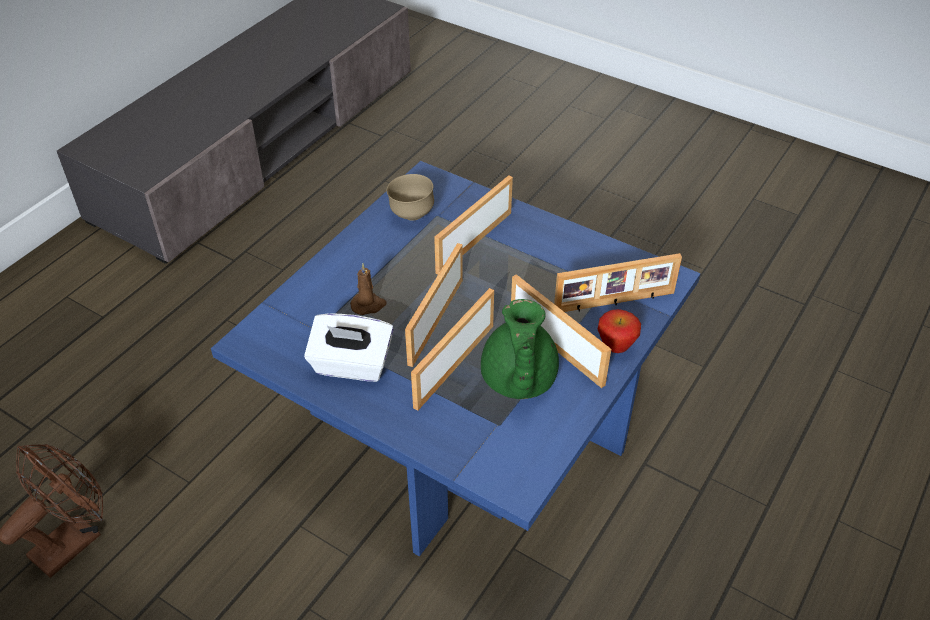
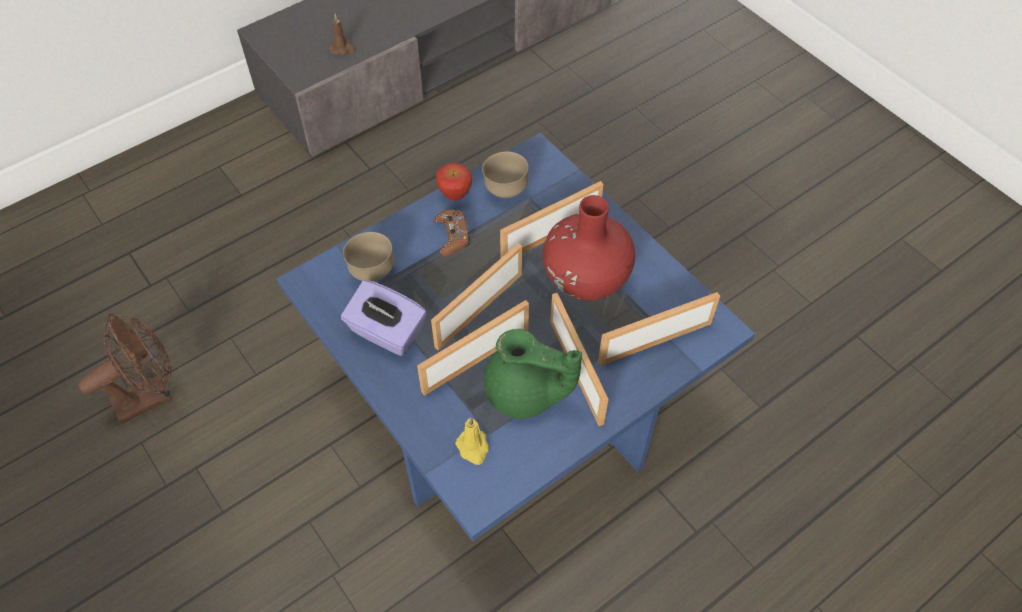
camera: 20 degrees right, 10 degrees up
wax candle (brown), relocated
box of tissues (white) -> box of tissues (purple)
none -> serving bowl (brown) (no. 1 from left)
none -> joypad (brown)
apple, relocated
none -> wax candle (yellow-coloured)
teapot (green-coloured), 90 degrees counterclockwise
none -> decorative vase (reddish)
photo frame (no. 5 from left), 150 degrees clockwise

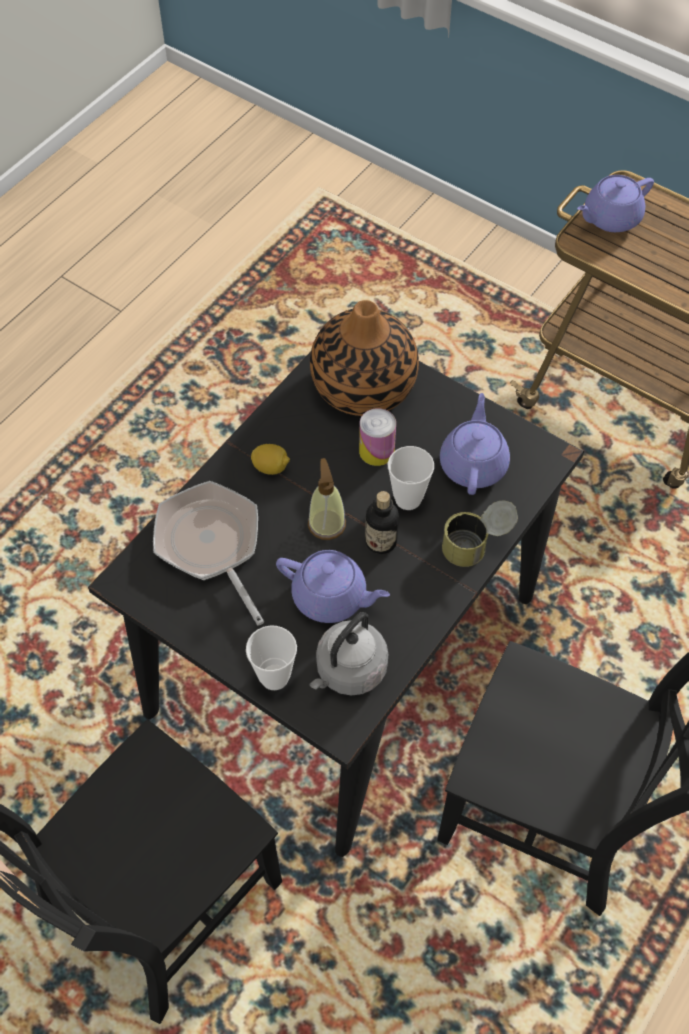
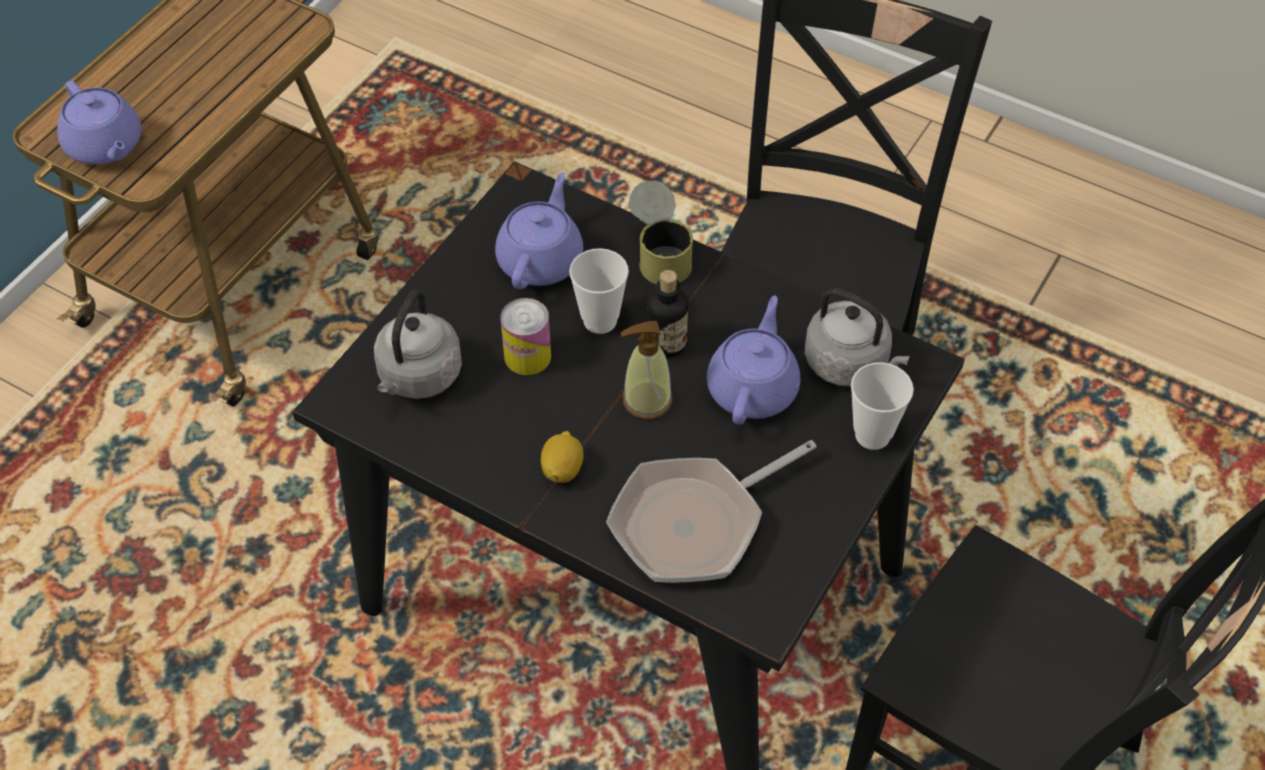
camera: 95 degrees left, 5 degrees down
decorative vase -> tea kettle (gray) (no. 1 from left)
teapot (purple) (no. 2 from left), 105 degrees clockwise

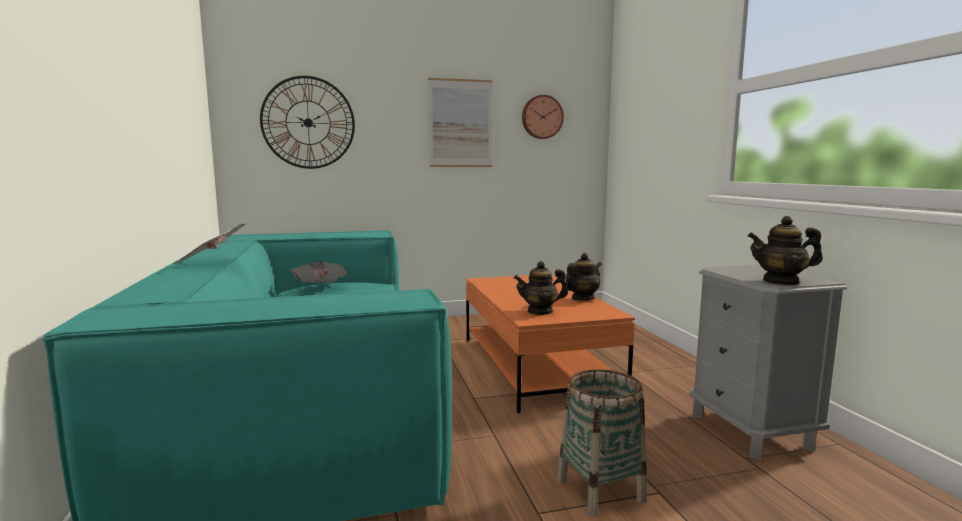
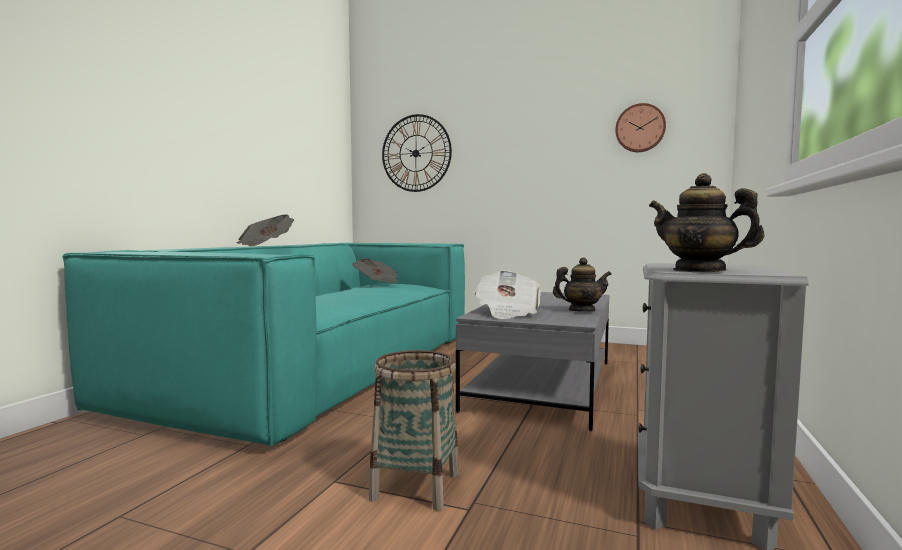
camera: 35 degrees right, 5 degrees down
low table (orange) -> low table (gray)
teapot (no. 1 from left) -> printed paper (no. 3 from left)
picture -> none

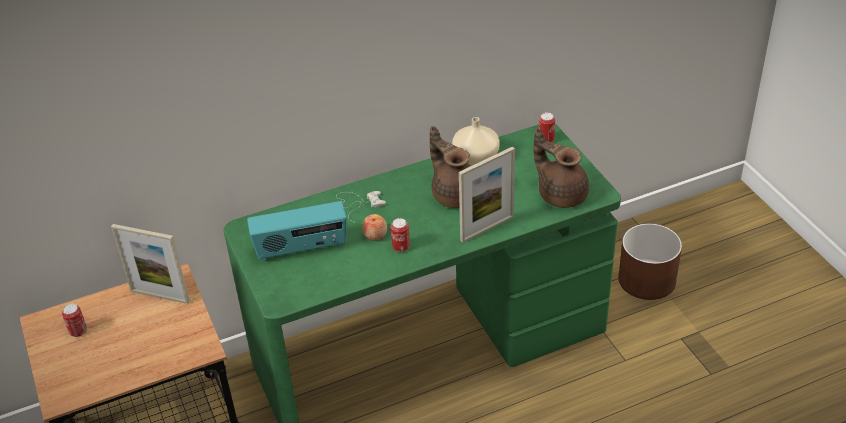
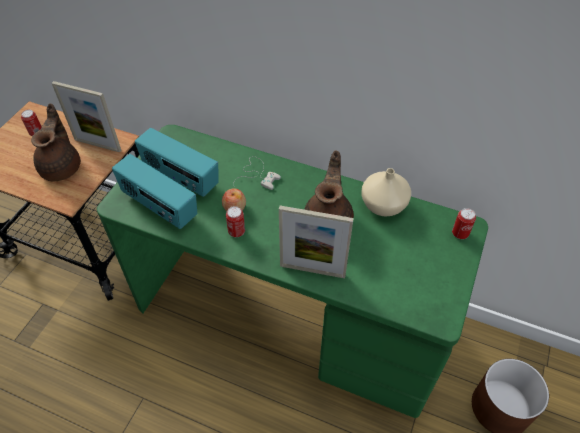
camera: 45 degrees right, 10 degrees up
teapot (brown) (no. 2 from left in the first image) -> teapot (brown) (no. 1 from left), relocated
photo frame (no. 1 from left), 45 degrees counterclockwise
none -> radio (no. 1 from left)

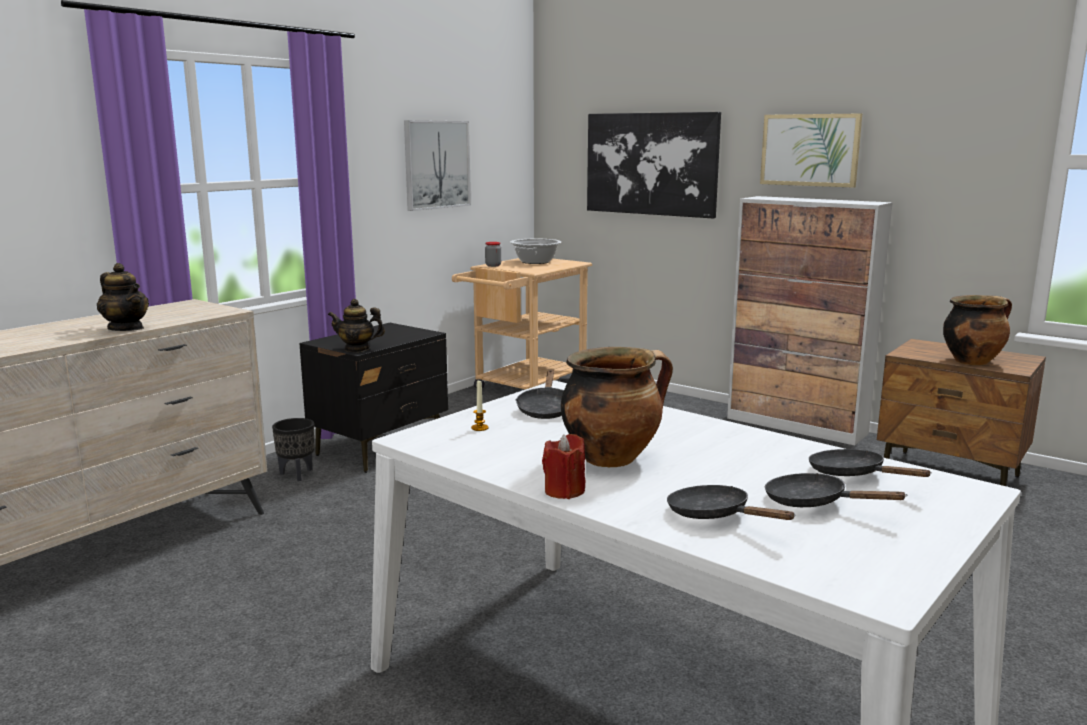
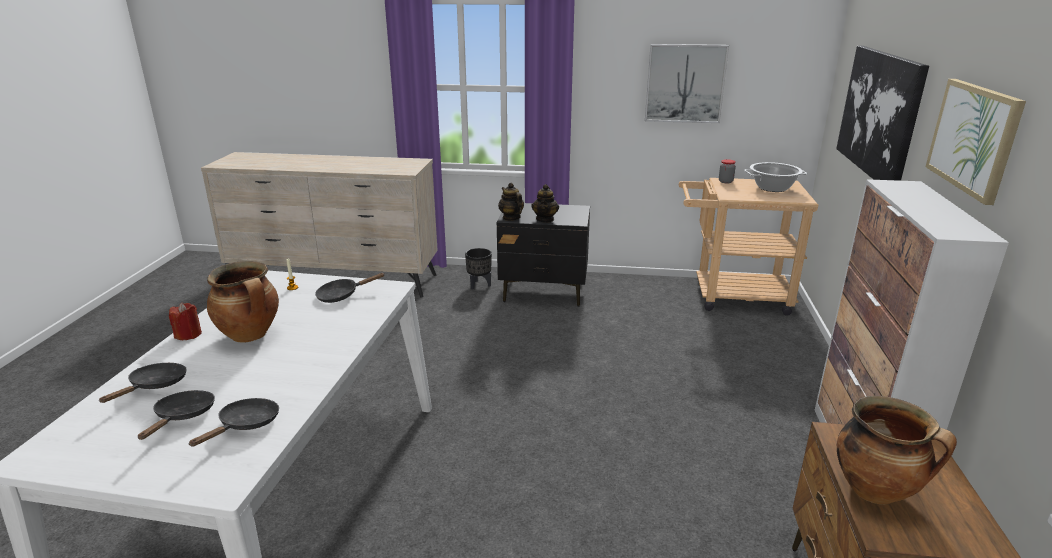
camera: 60 degrees right, 10 degrees up
teapot (no. 1 from left in the first image) -> teapot (no. 2 from left), relocated

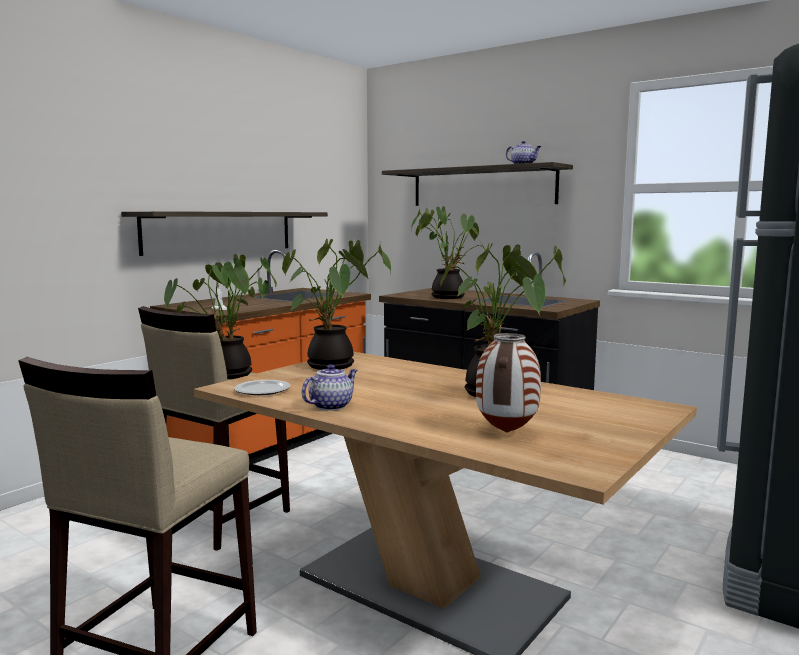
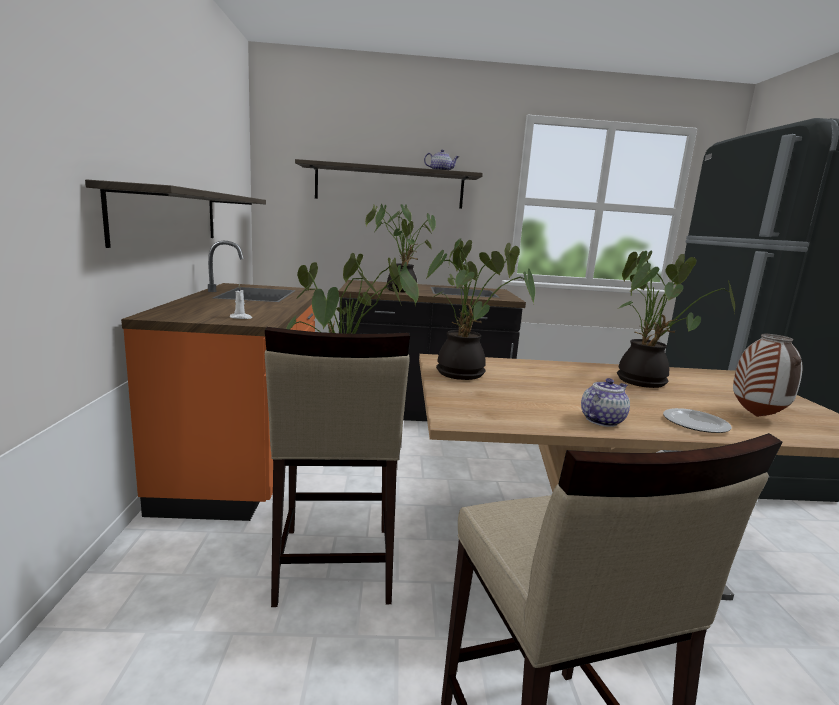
camera: 40 degrees left, 5 degrees up
teapot (no. 1 from left in the first image) -> teapot (no. 2 from left), 45 degrees clockwise
plate, relocated

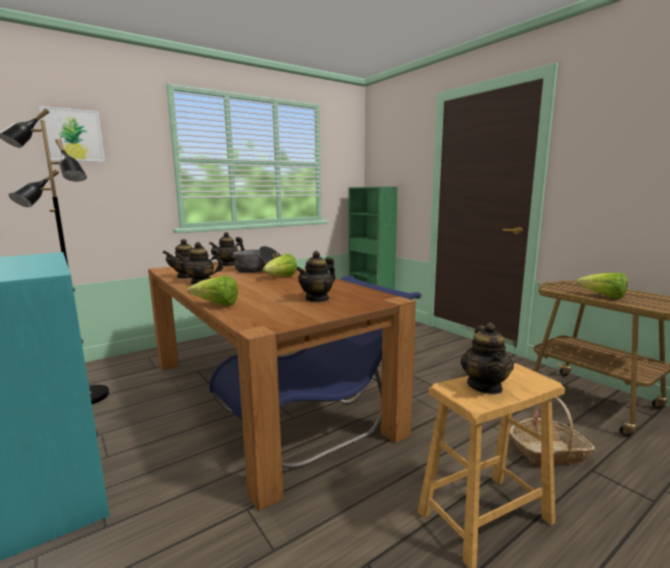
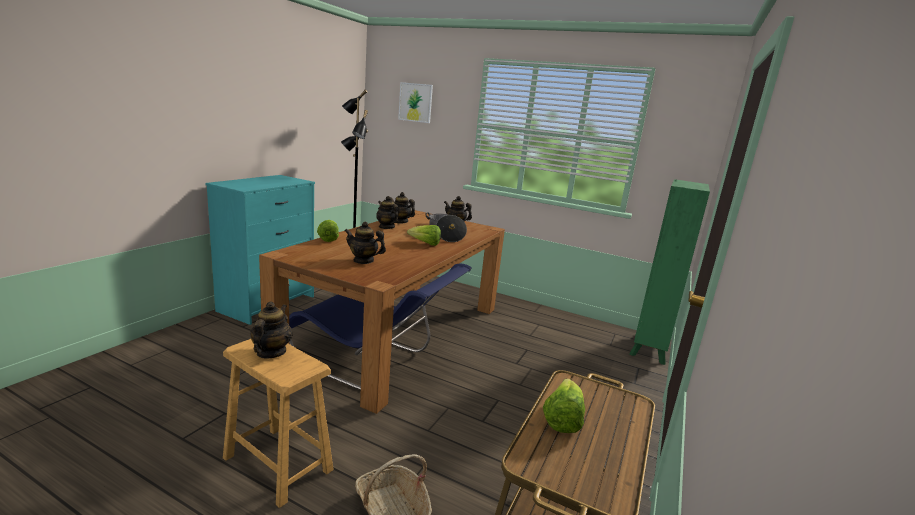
camera: 60 degrees right, 5 degrees up
teapot (no. 5 from left in the first image) -> teapot (no. 1 from left), 120 degrees clockwise

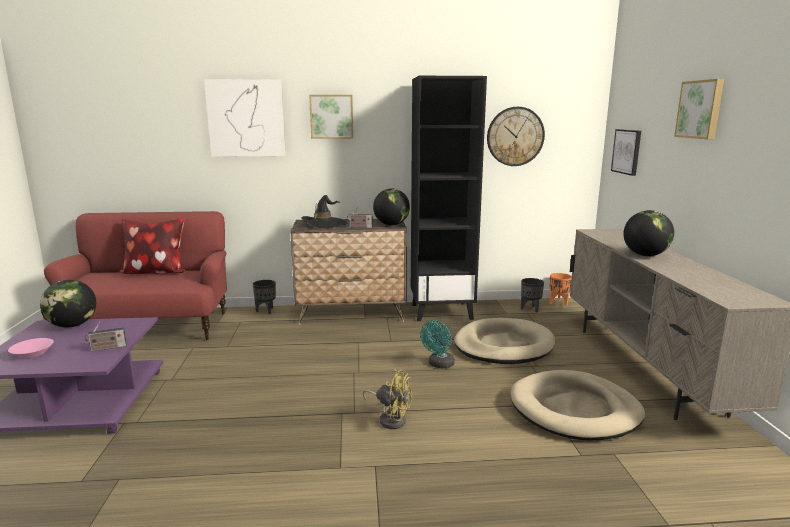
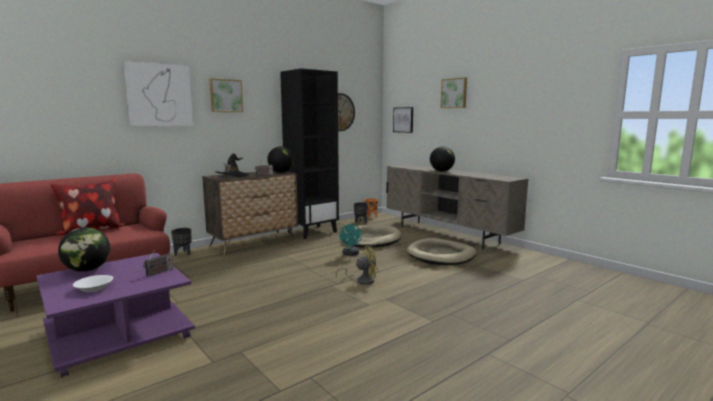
camera: 35 degrees left, 5 degrees down
serving bowl (pink) -> serving bowl (white)

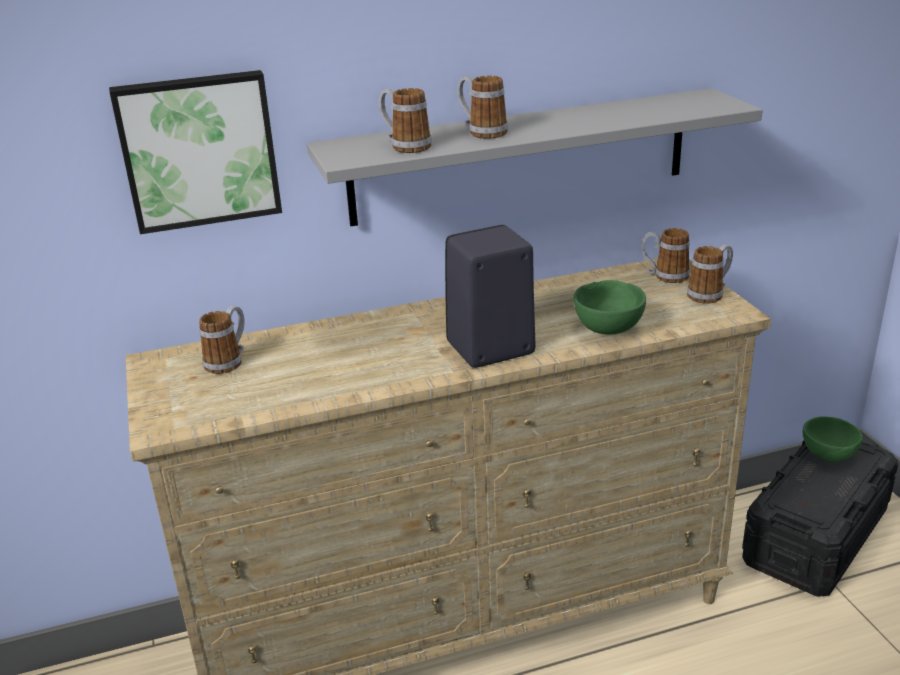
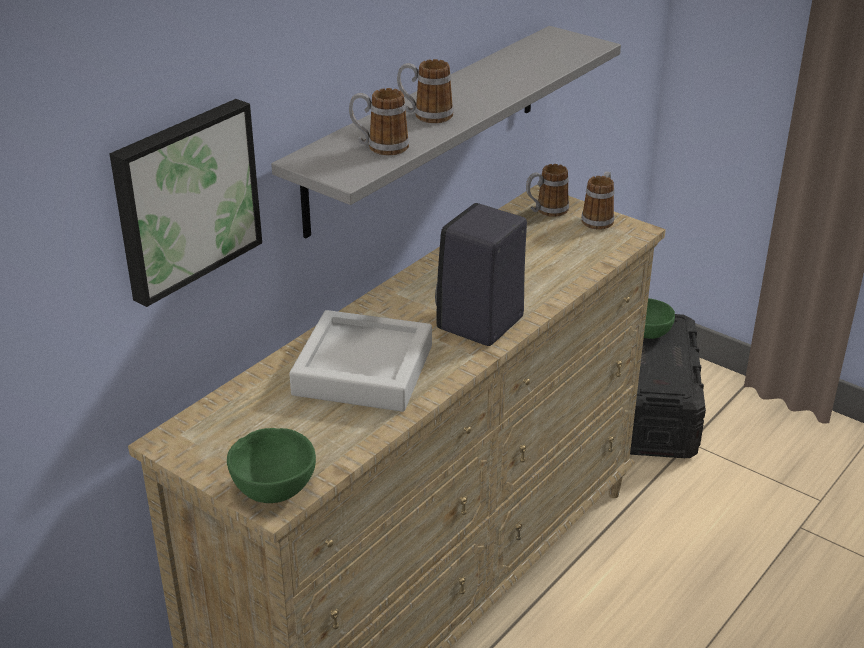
camera: 35 degrees left, 5 degrees up
serving bowl (green-coloured) (no. 1 from left), relocated
none -> carrying tray (gray)
tea mug (no. 1 from left) -> none

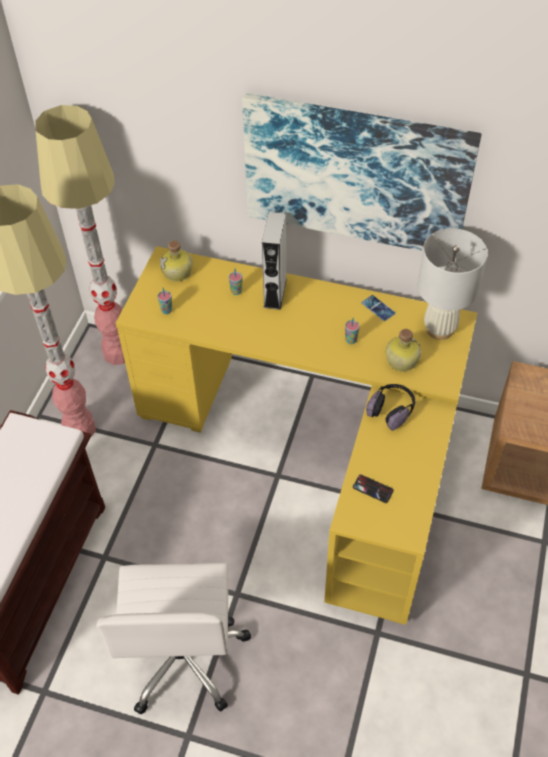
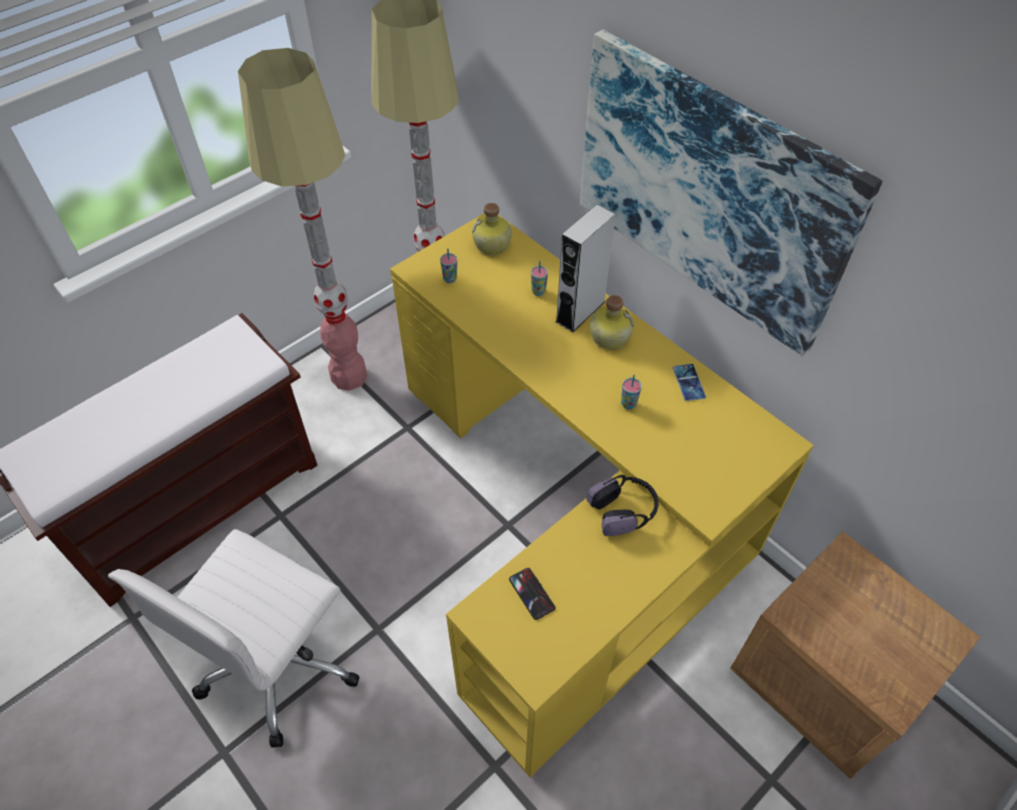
camera: 30 degrees right, 0 degrees up
beverage bottle (no. 2 from left), relocated
lamp for a table (white) -> none

